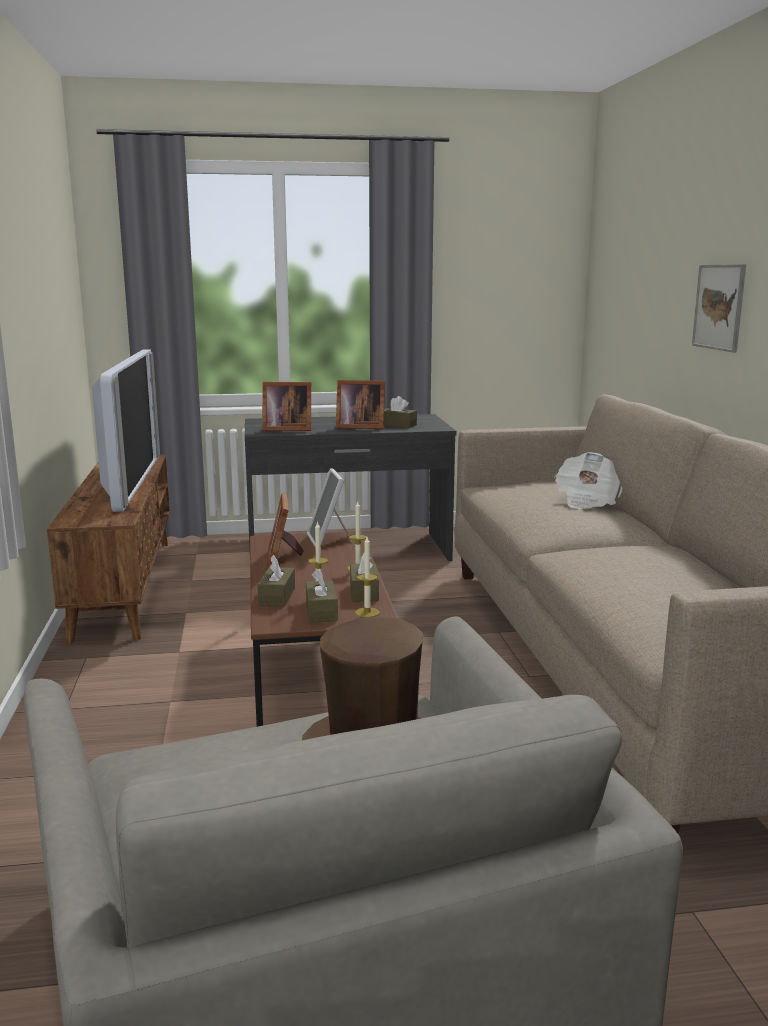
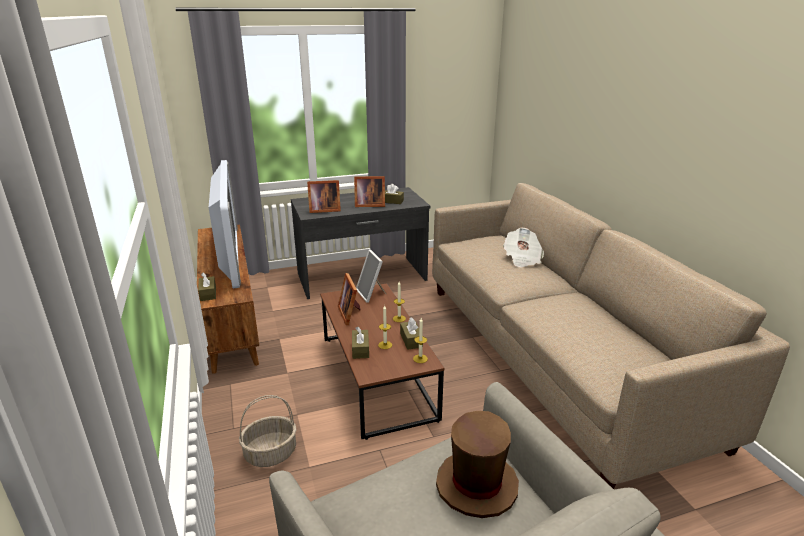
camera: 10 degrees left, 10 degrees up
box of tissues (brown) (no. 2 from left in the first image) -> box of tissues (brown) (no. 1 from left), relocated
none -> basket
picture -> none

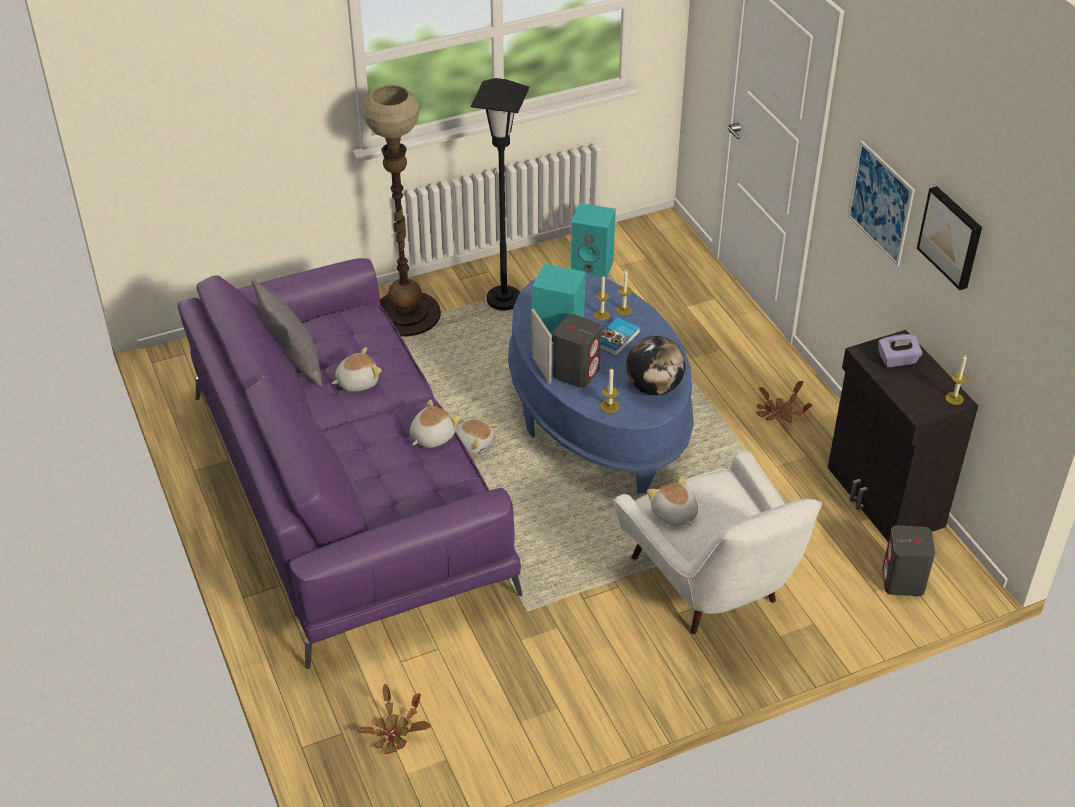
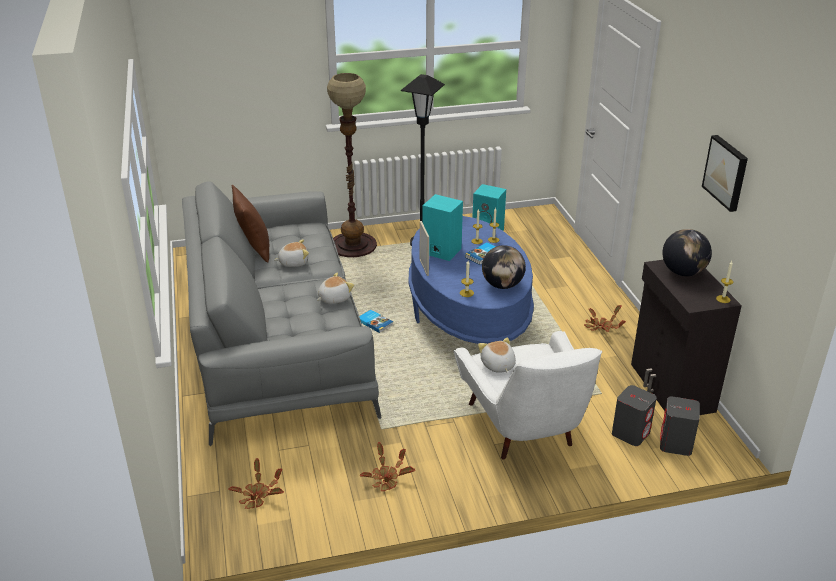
camera: 10 degrees right, 10 degrees down
settee (purple) -> settee (gray)
throw pillow (gray) -> throw pillow (brown)
soft toy (no. 3 from left) -> bound book (no. 1 from left)
none -> potted plant (no. 2 from left)
audio speaker (gray) (no. 1 from left), relocated
box of tissues (purple) -> world globe (no. 2 from left)
picture (no. 1 from left) -> none

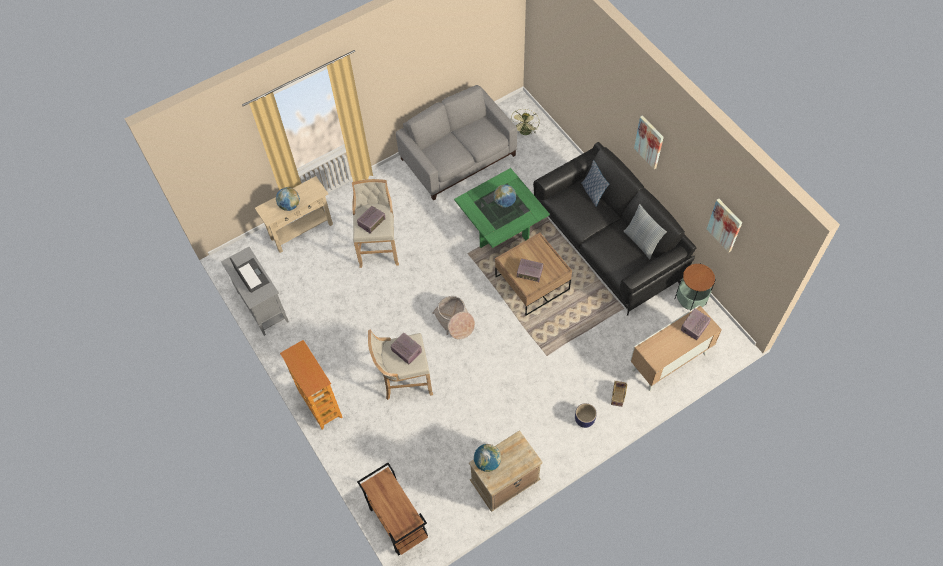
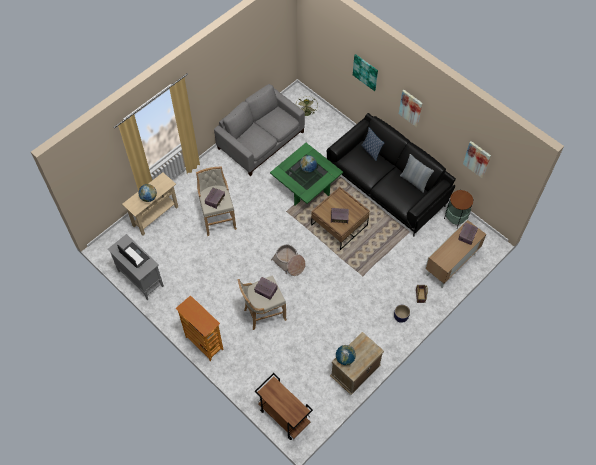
camera: 15 degrees left, 0 degrees up
none -> picture (no. 1 from left)

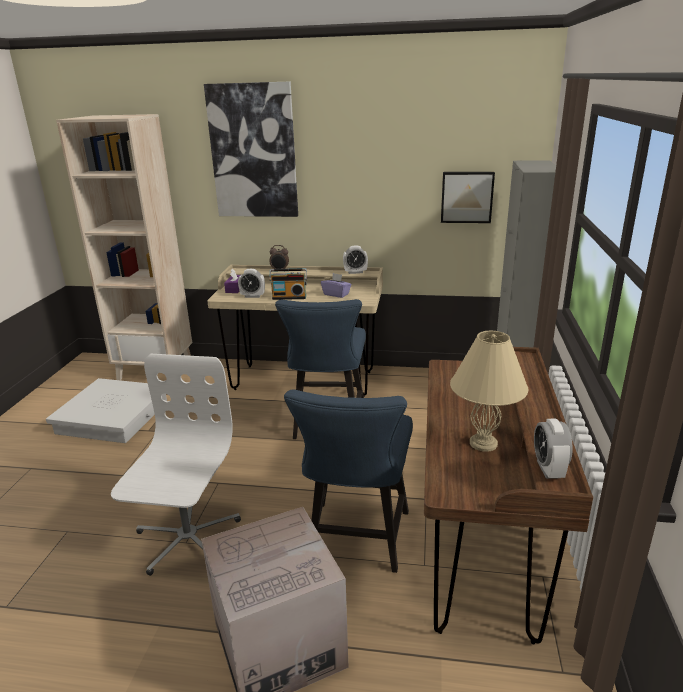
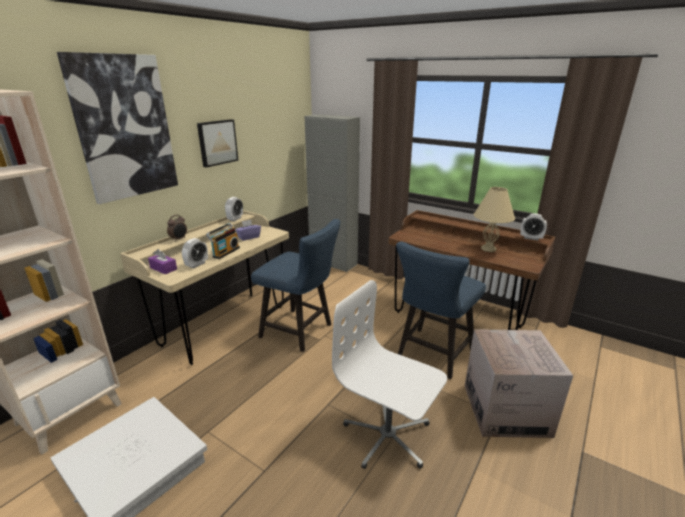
camera: 65 degrees left, 0 degrees up
picture (no. 2 from left), relocated
plain chair (blue) (no. 2 from left), 90 degrees clockwise

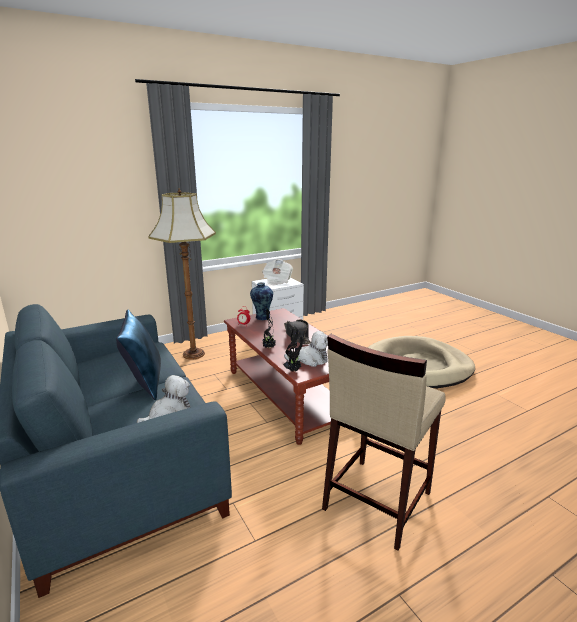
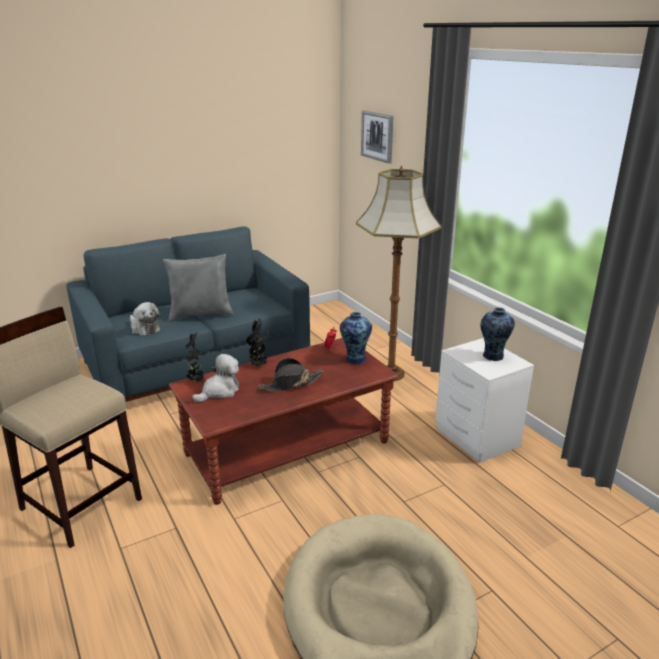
camera: 90 degrees right, 5 degrees up
throw pillow (blue) -> throw pillow (gray)
soft toy (no. 2 from left), 135 degrees counterclockwise
none -> picture
printed paper -> decorative vase (no. 2 from left)

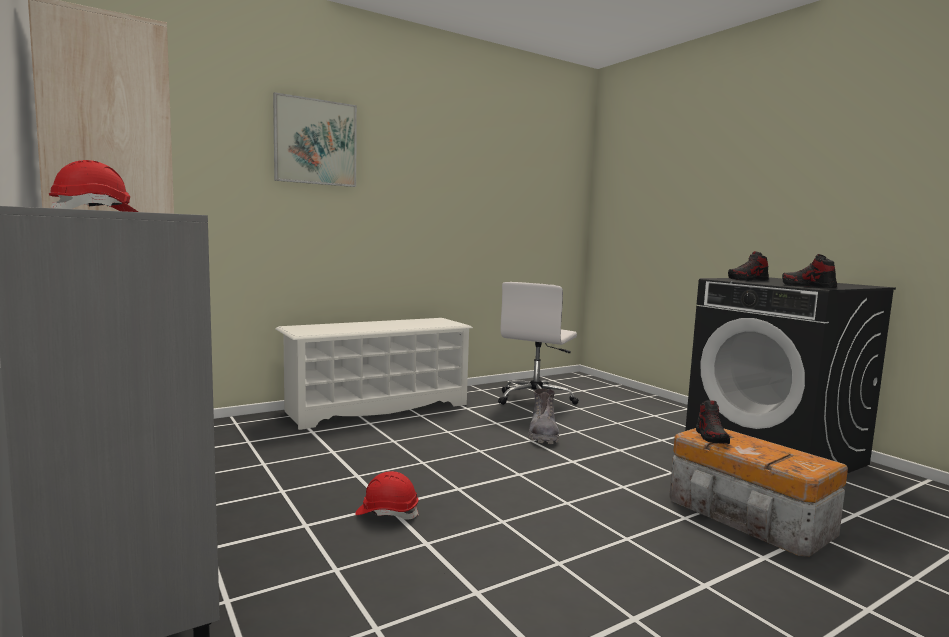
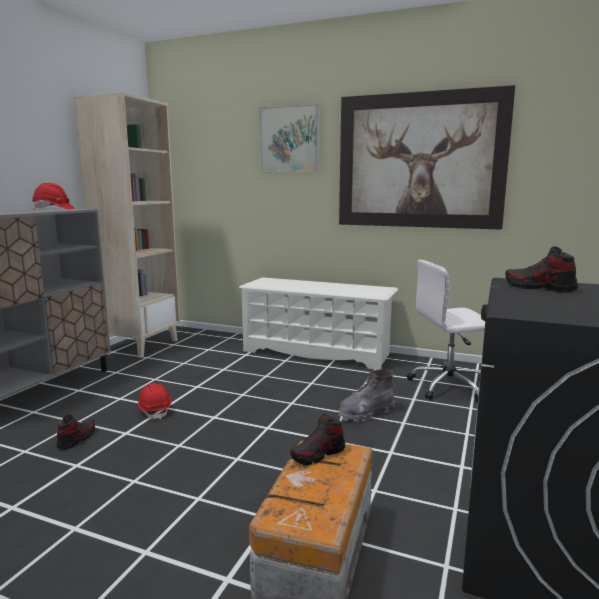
camera: 55 degrees right, 5 degrees up
low shoe (no. 3 from left in the first image) -> low shoe (no. 1 from left), relocated
none -> picture (no. 2 from left)

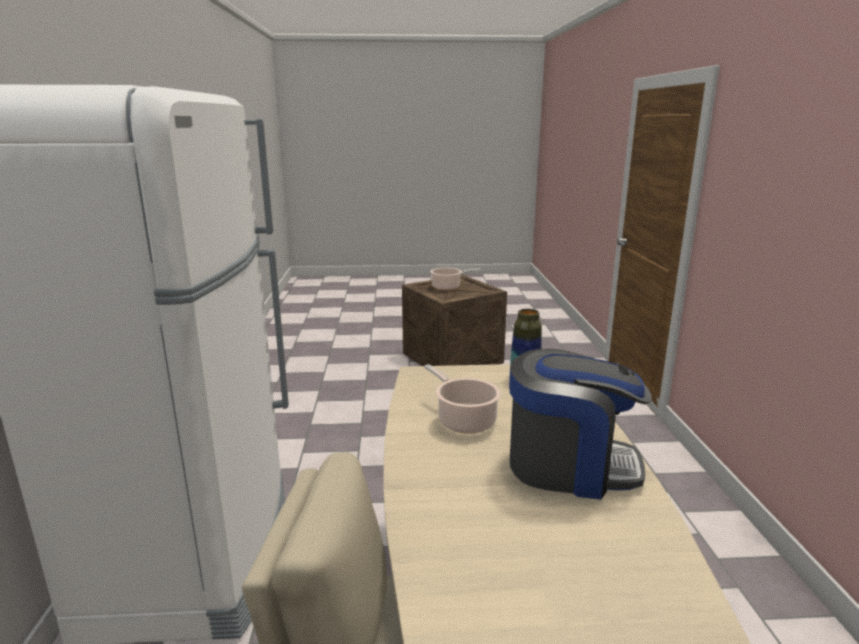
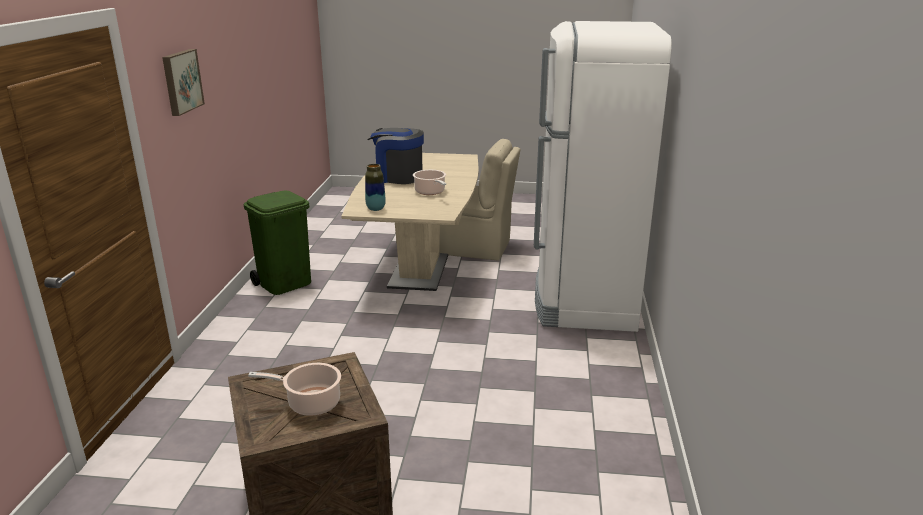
camera: 170 degrees left, 5 degrees up
none -> picture
none -> waste bin (green-coloured)

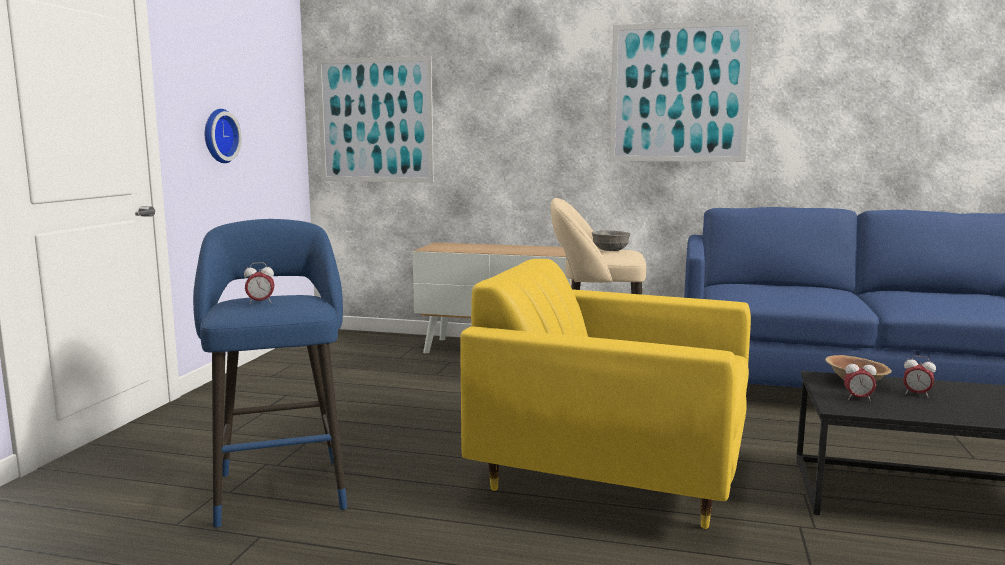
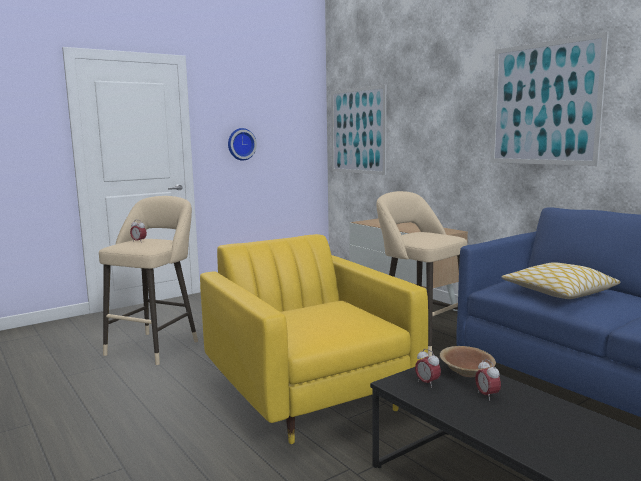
camera: 40 degrees right, 0 degrees up
stool (blue) -> stool (beige) (no. 1 from left)
none -> throw pillow
serving bowl (gray) -> none

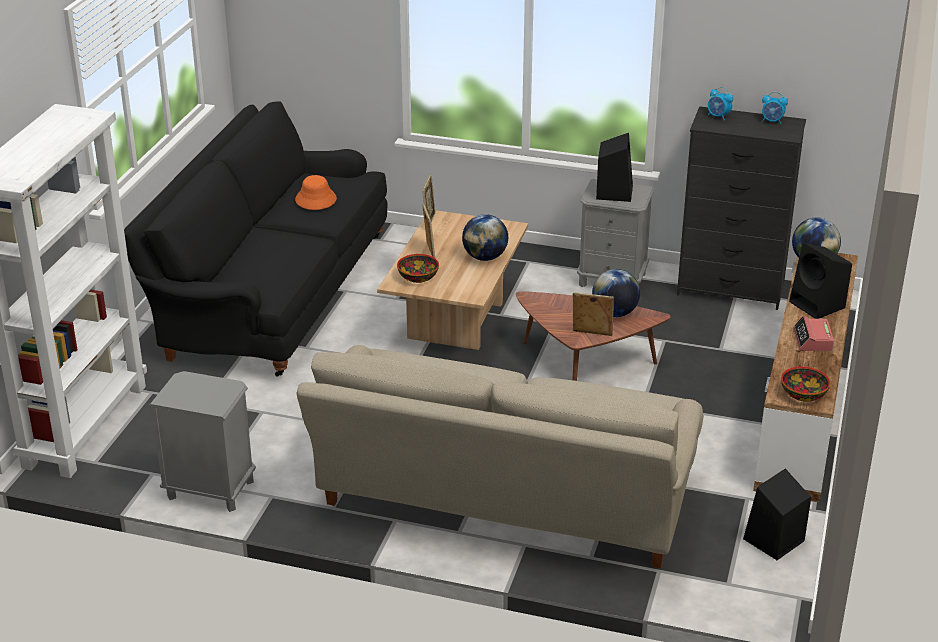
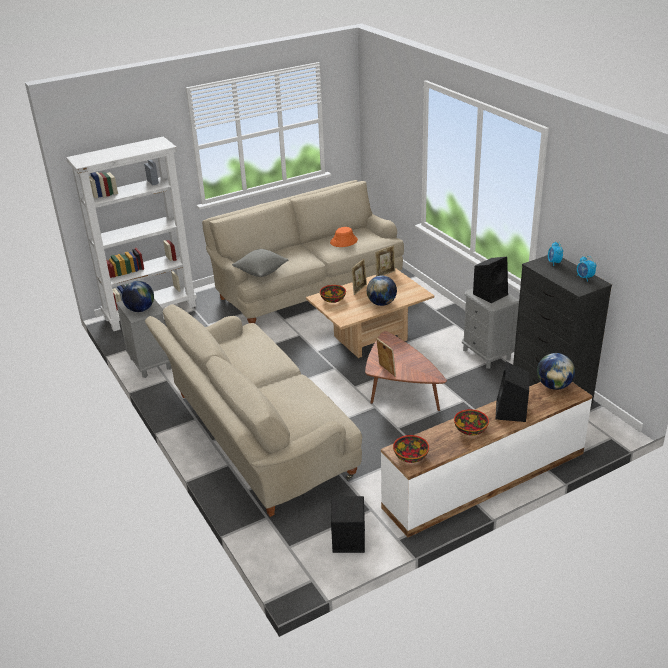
camera: 45 degrees right, 0 degrees up
world globe (no. 2 from left in the first image) -> world globe (no. 1 from left), relocated
settee (black) -> settee (beige) (no. 2 from left)
none -> throw pillow (gray)
alarm clock (no. 3 from left) -> serving bowl (no. 3 from left)

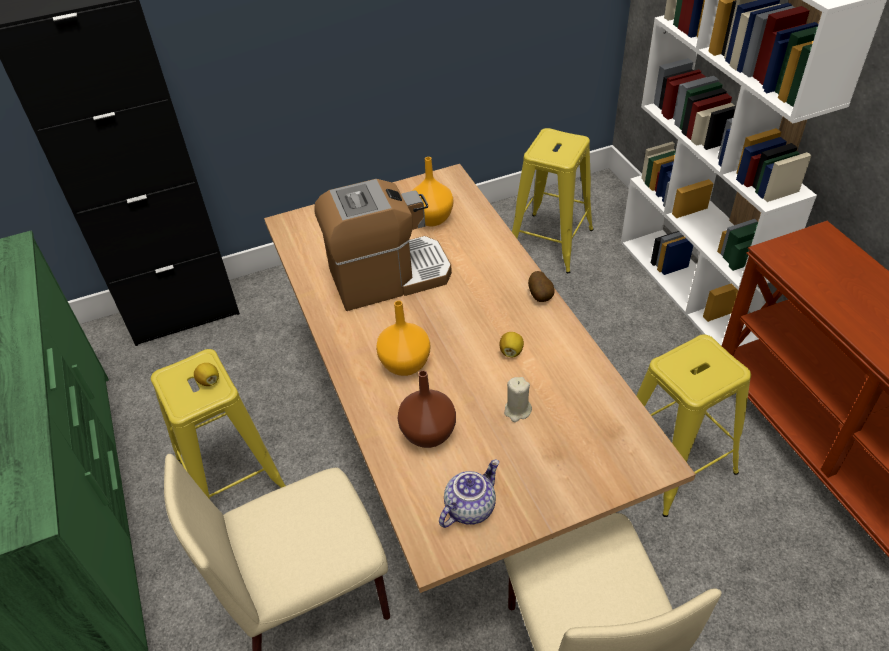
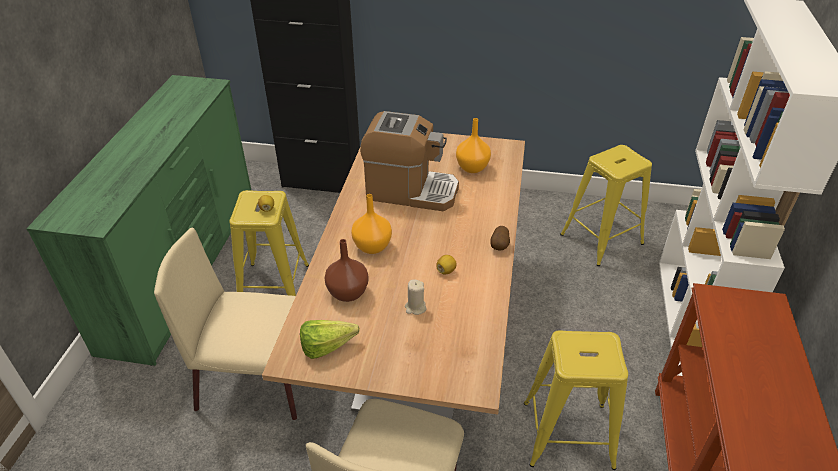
camera: 30 degrees right, 5 degrees down
teapot -> lettuce

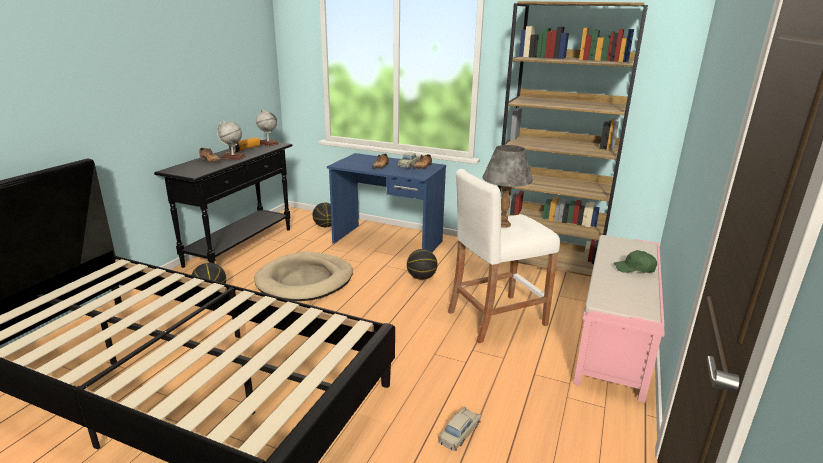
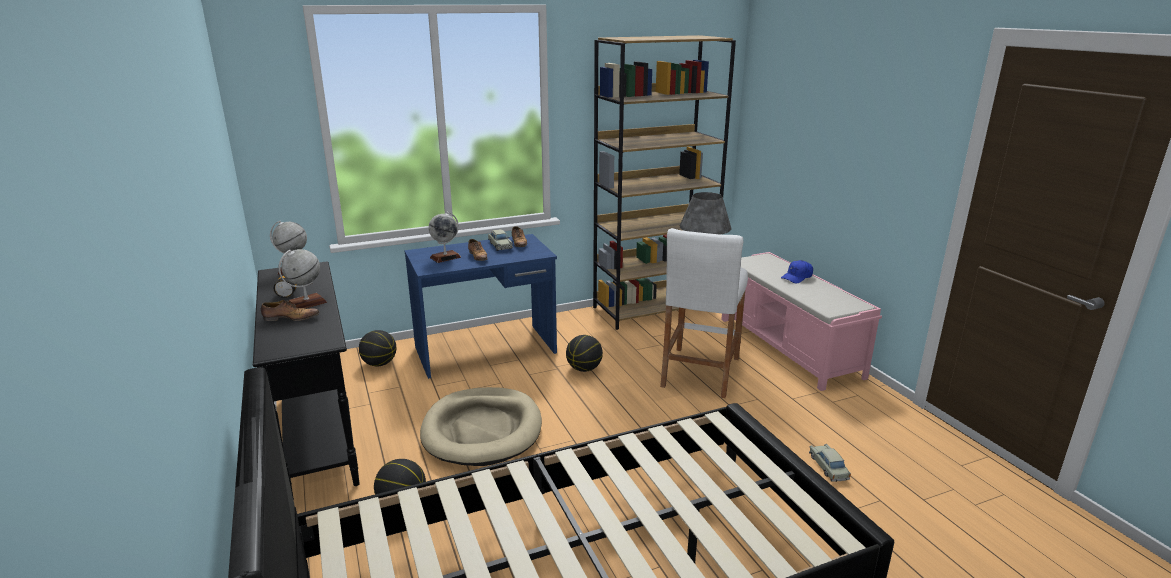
camera: 45 degrees left, 0 degrees up
none -> world globe (no. 3 from left)
peaked cap (green-coloured) -> peaked cap (blue)

